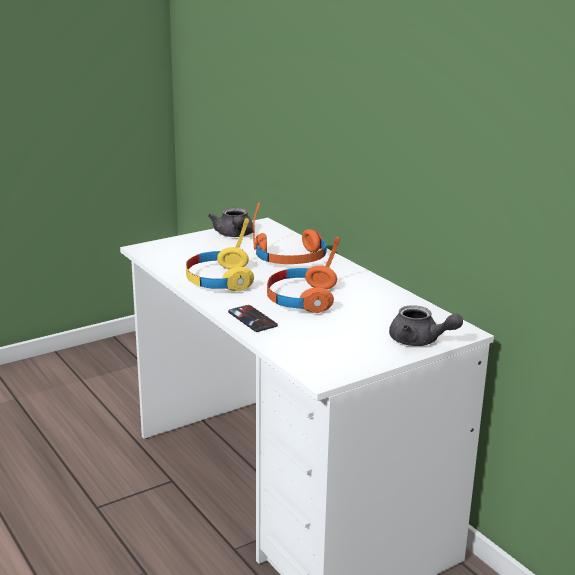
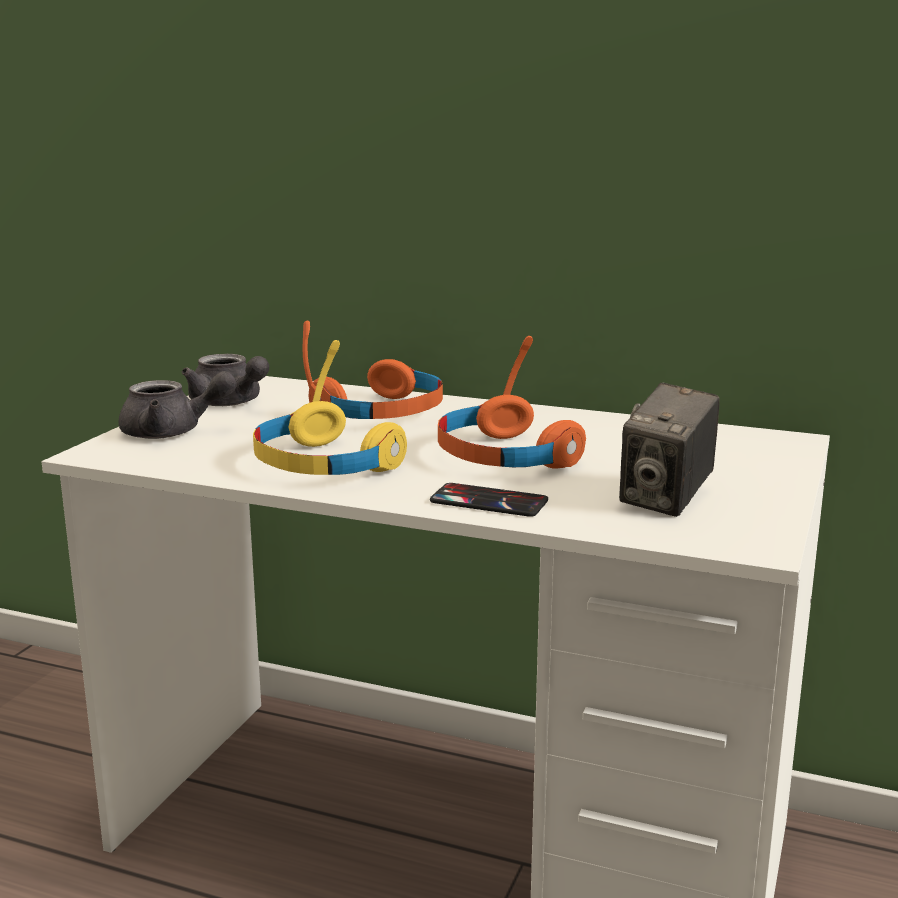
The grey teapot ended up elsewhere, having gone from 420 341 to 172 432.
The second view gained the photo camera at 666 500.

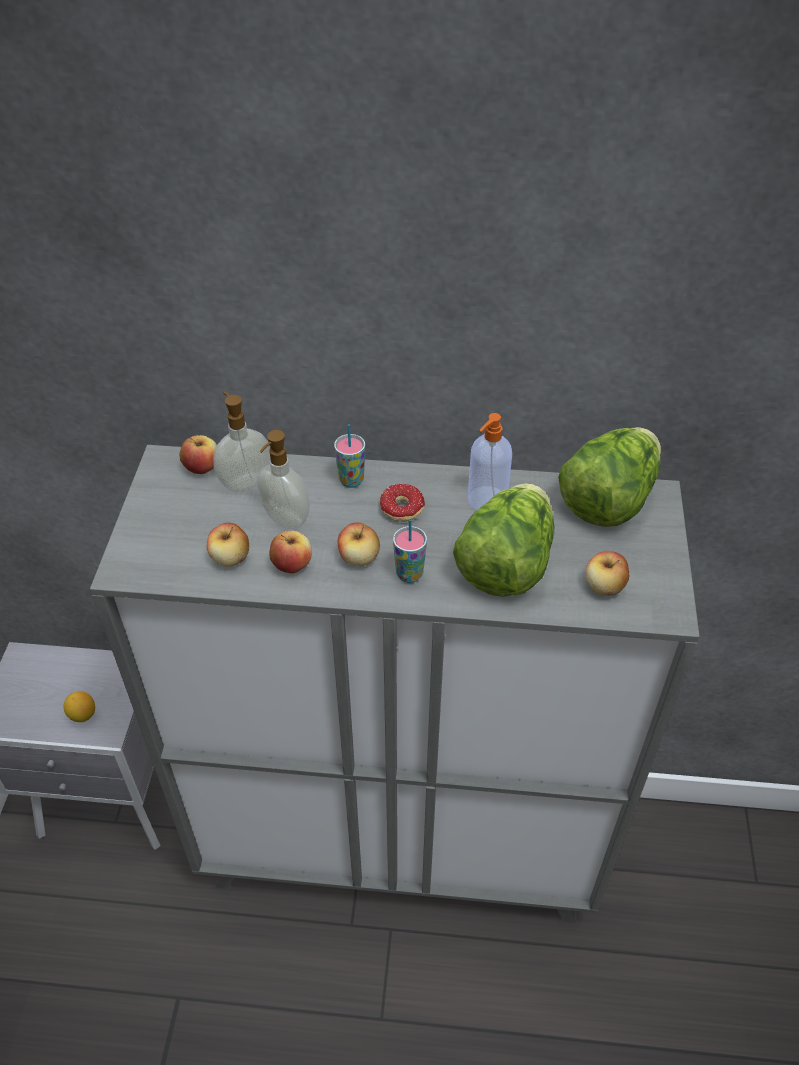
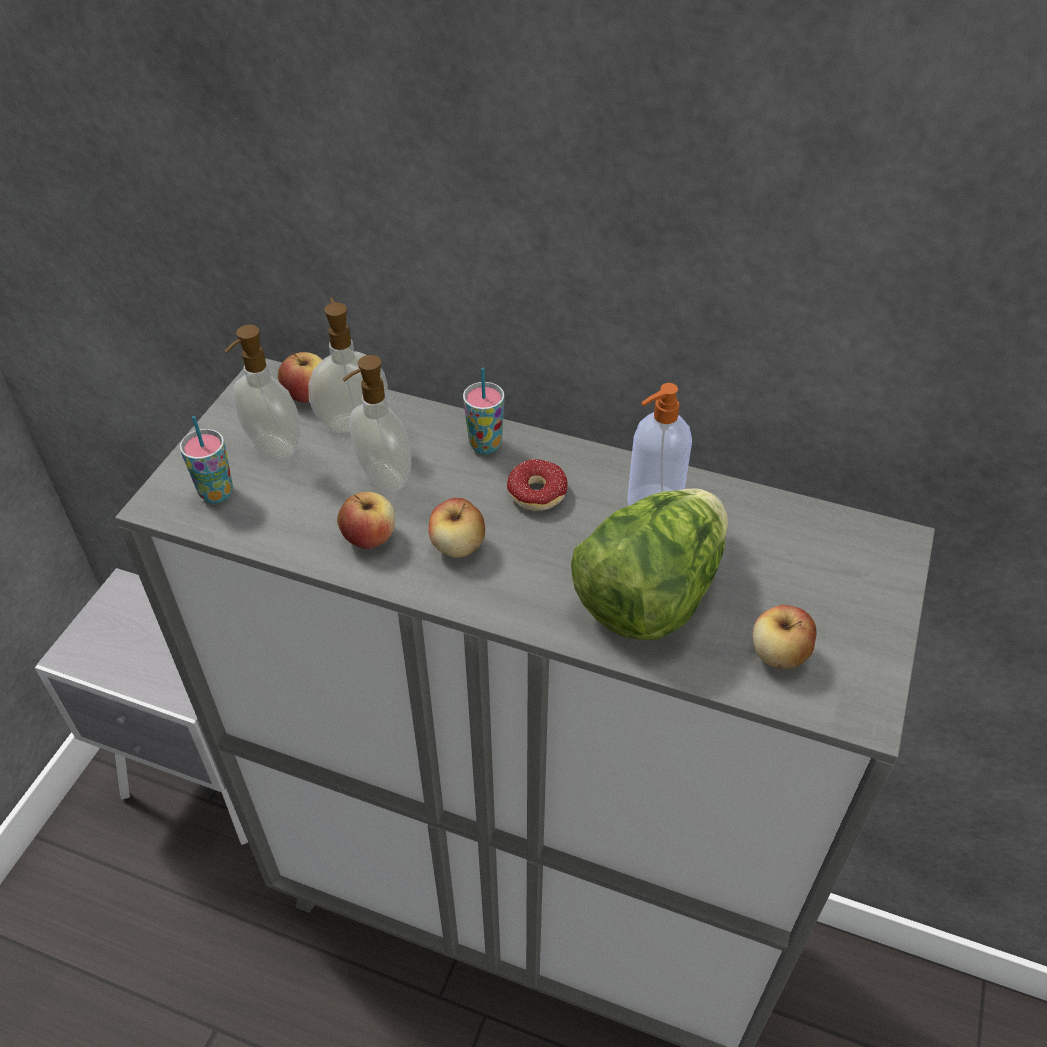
The second view lost the lettuce at 608 500.
The cup ended up elsewhere, having gone from 409 574 to 216 493.
The second view lost the apple at 230 558.
The second view lost the lemon at 83 715.
The second view gained the soap dispenser at 272 447.

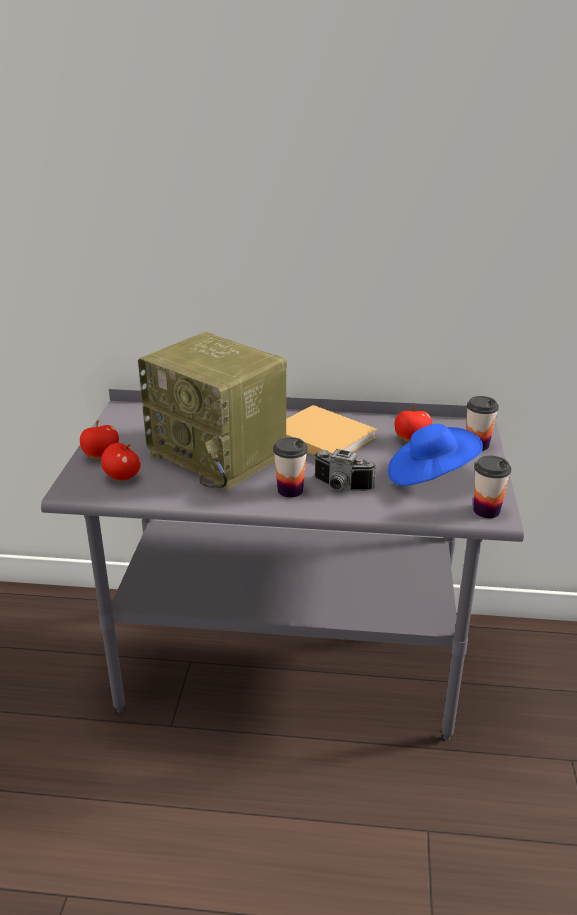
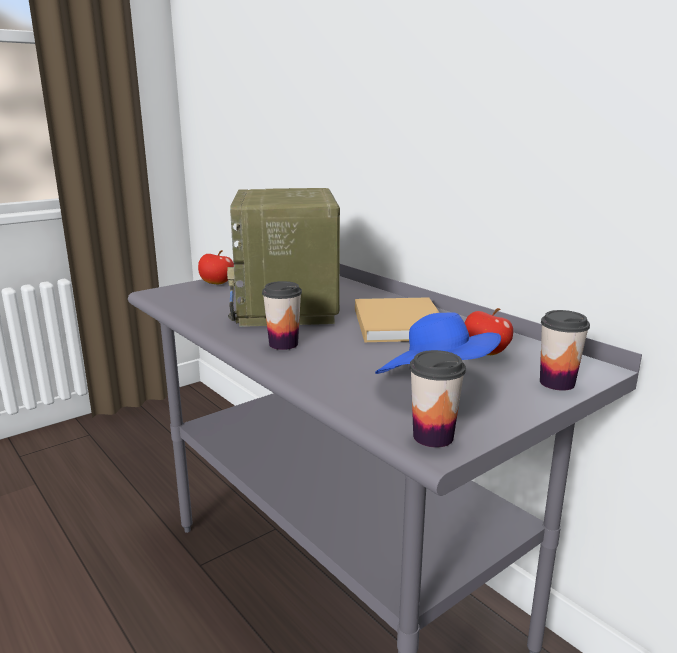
The second view lost the apple at 122 477.
The second view lost the photo camera at 340 487.

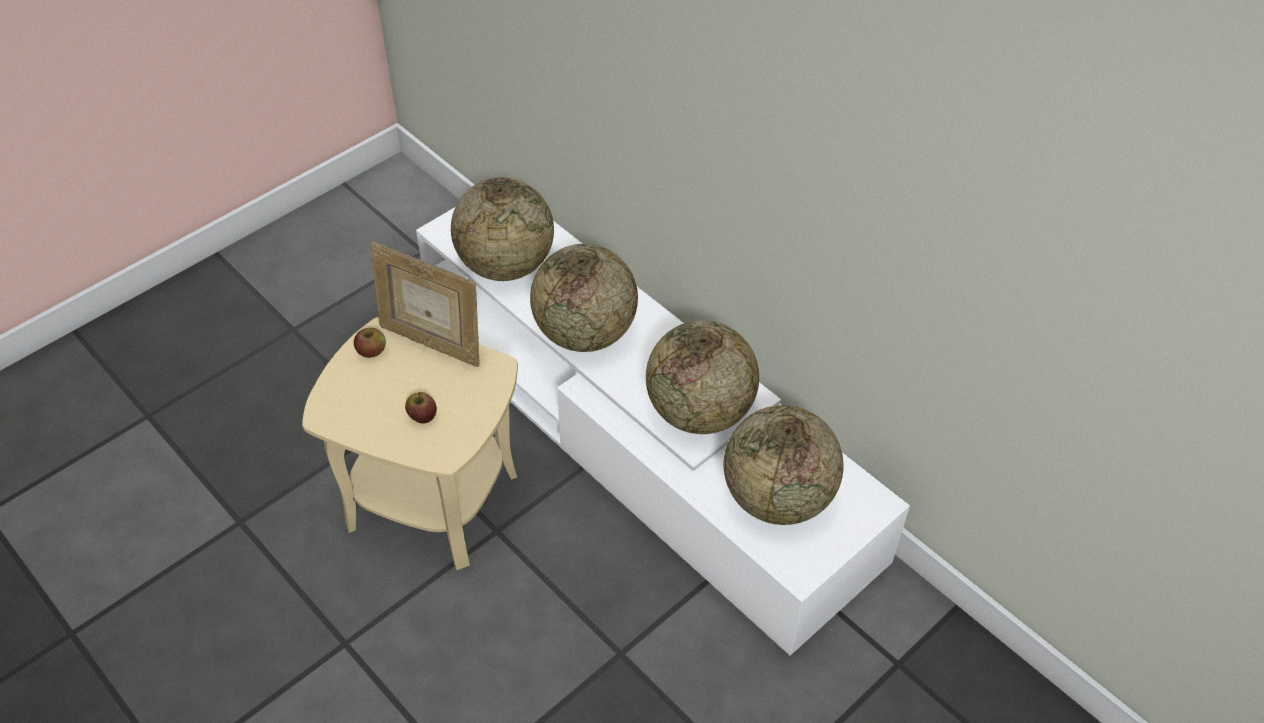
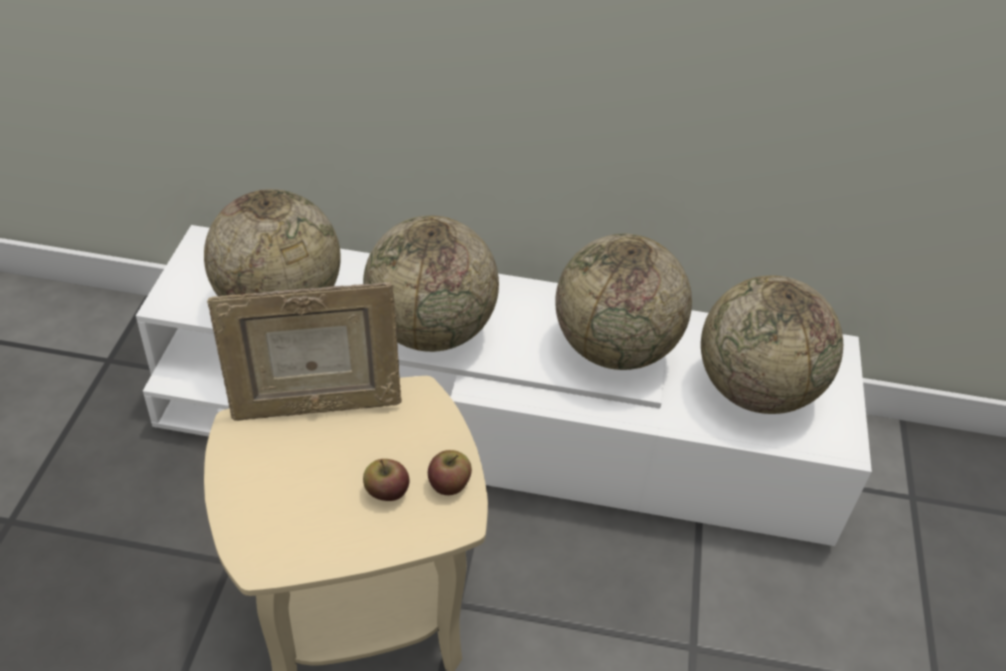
The apple ended up elsewhere, having gone from 371 351 to 449 484.

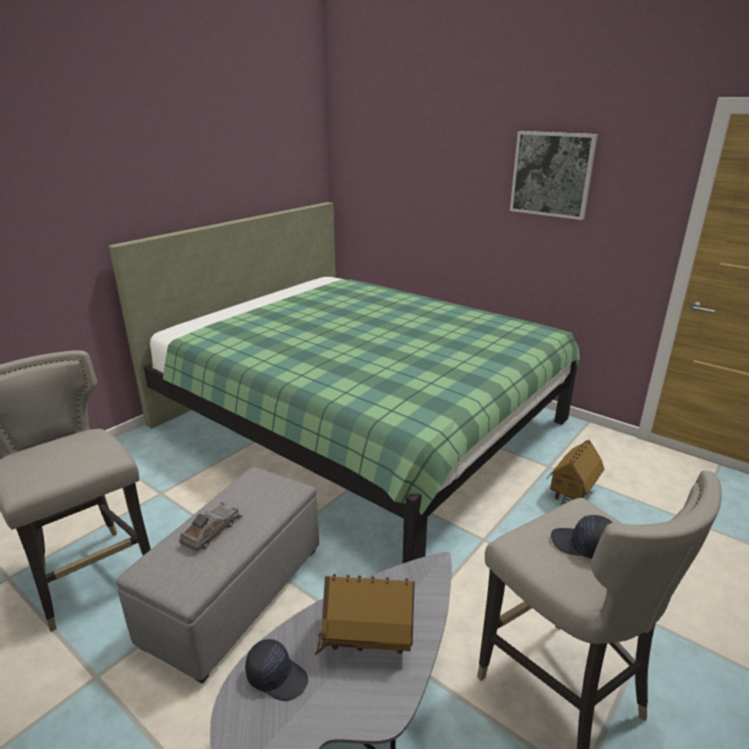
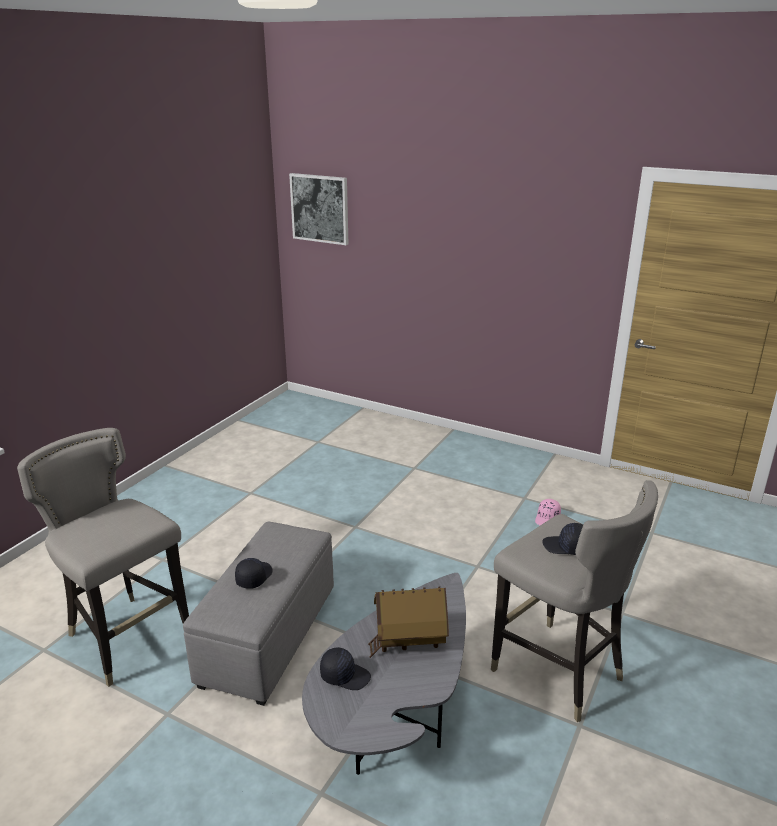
The picture ended up elsewhere, having gone from 552 174 to 320 208.
The second view lost the green bed at 360 423.
Where the toy house stood at 572 492, the pink cap came to stand at 547 518.
Where the grey toy car stood at 212 531, the black cap came to stand at 253 577.

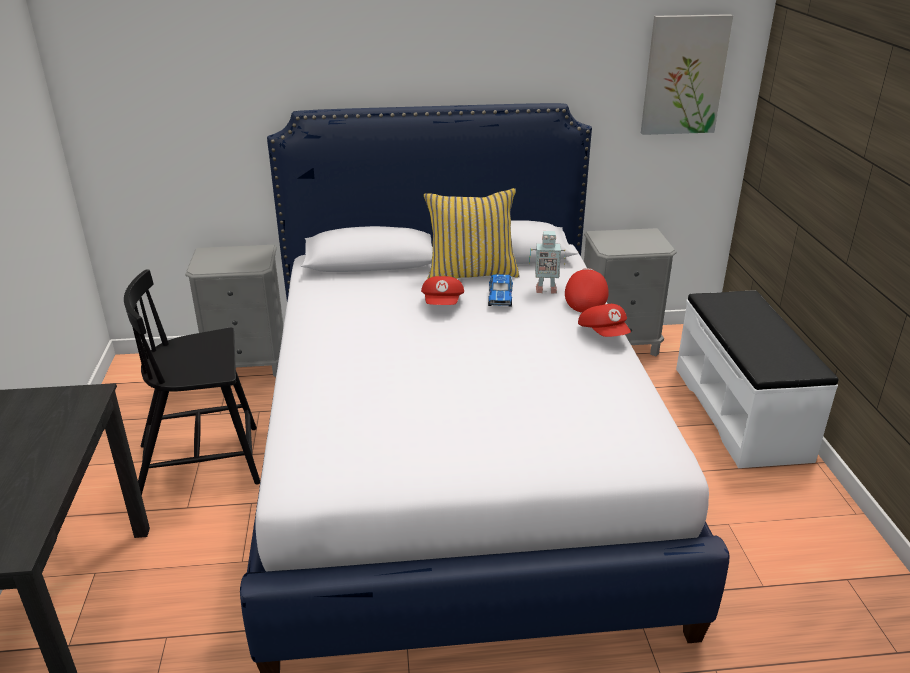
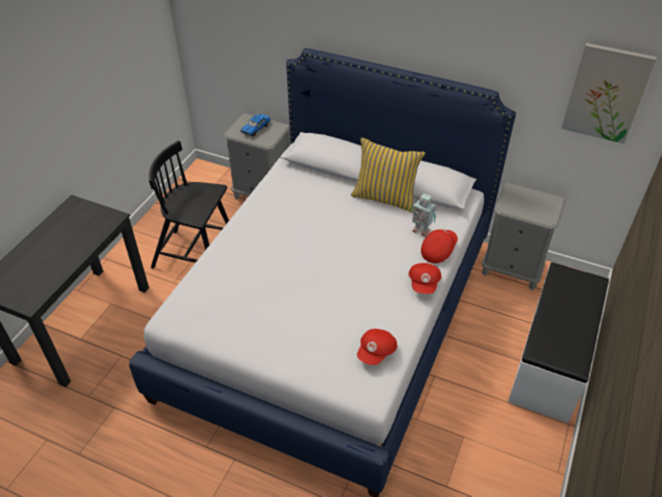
The toy car ended up elsewhere, having gone from 500 297 to 256 128.
The red cap ended up elsewhere, having gone from 443 304 to 376 352.

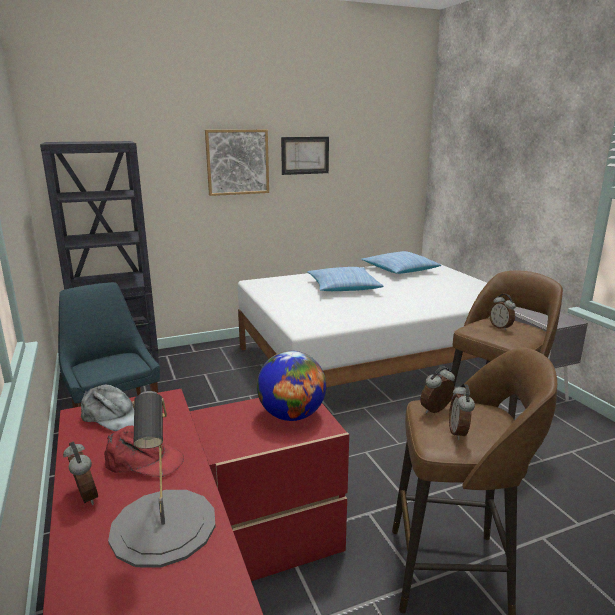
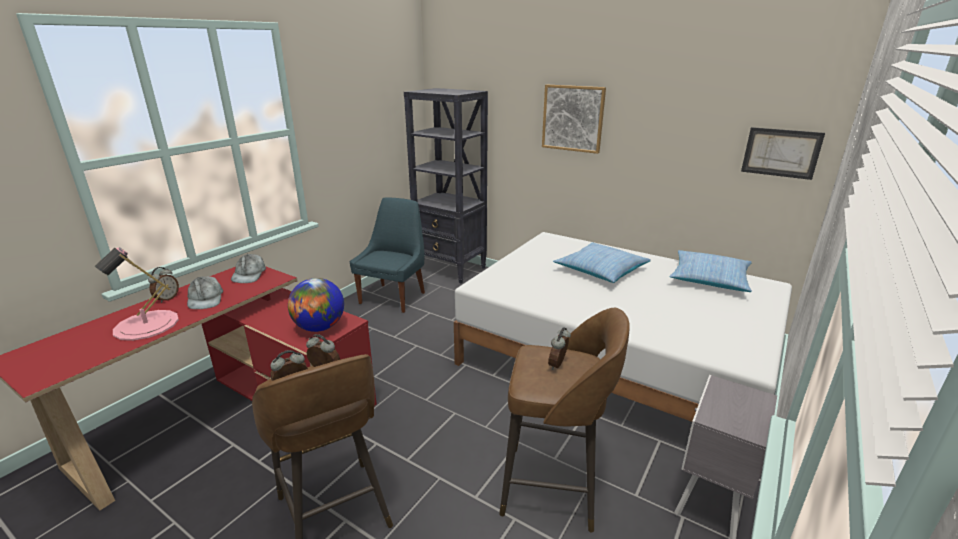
The picture ended up elsewhere, having gone from 305 155 to 781 152.
What was the grey table lamp at 164 526 turned into the pink table lamp at 146 325.
What was the red cap at 144 461 turned into the grey cap at 205 299.

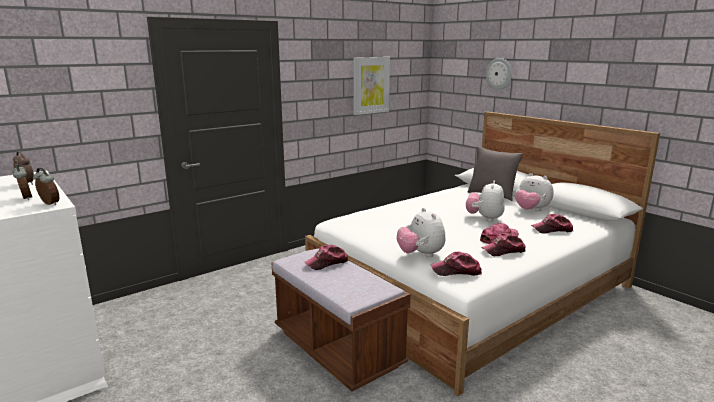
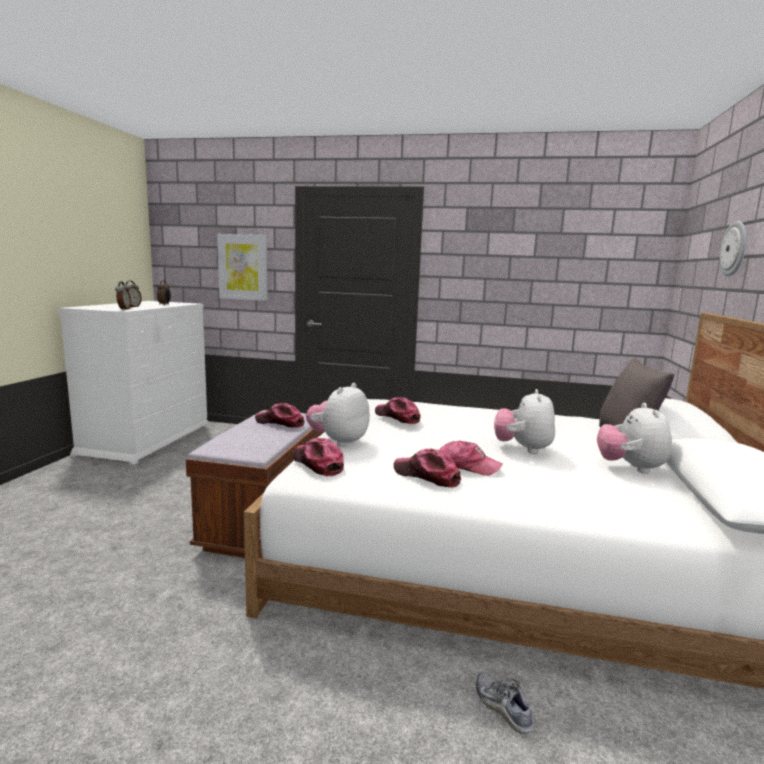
The picture ended up elsewhere, having gone from 371 85 to 243 267.
The plush toy at 484 218 ended up facing another way, 60 degrees counterclockwise from before.
The cap ended up elsewhere, having gone from 552 230 to 397 417.
The second view gained the shoe at 502 707.

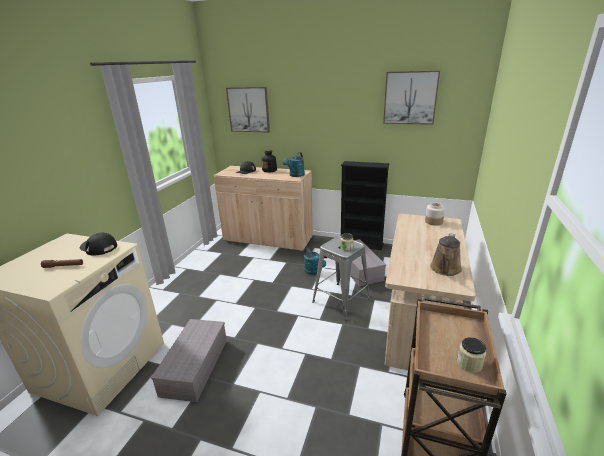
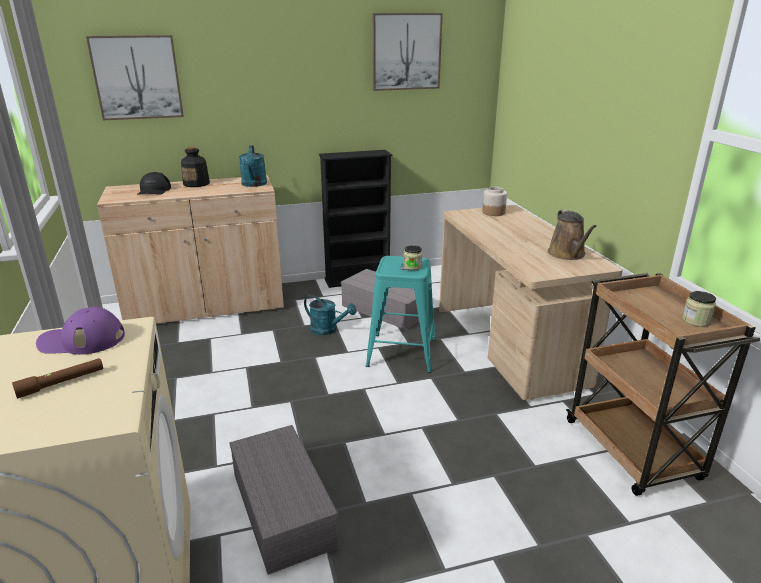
What was the black cap at 98 247 turned into the purple cap at 82 340.
What was the grey stool at 341 300 turned into the turquoise stool at 402 352.

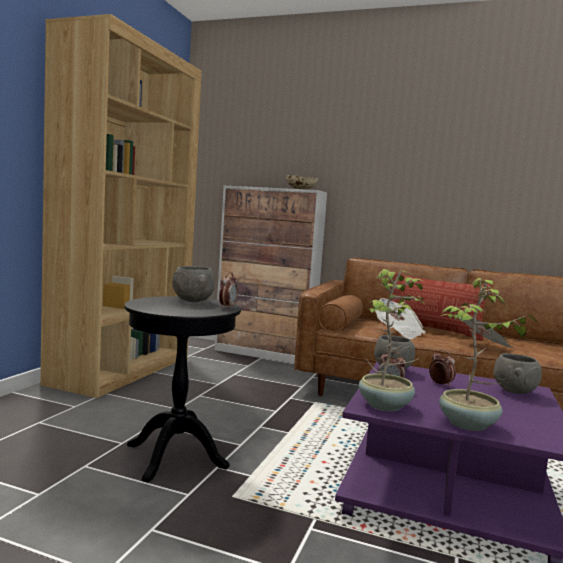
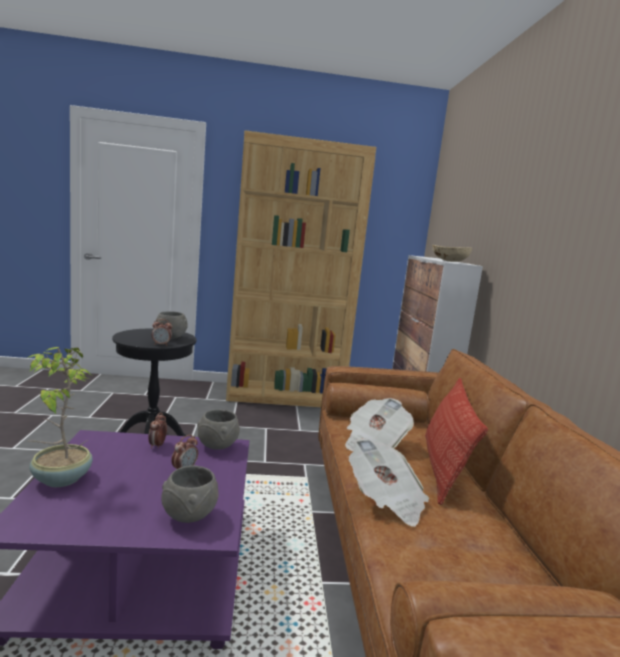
The second view lost the potted plant at 386 406.

